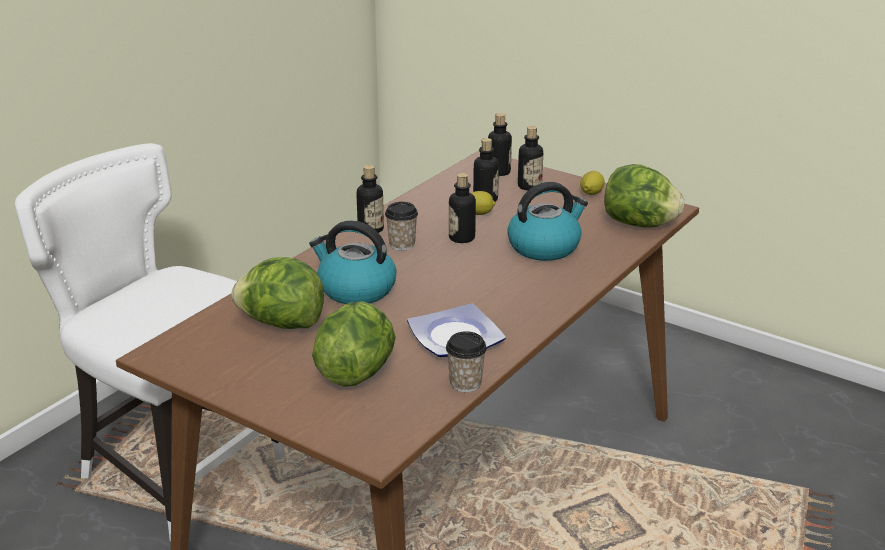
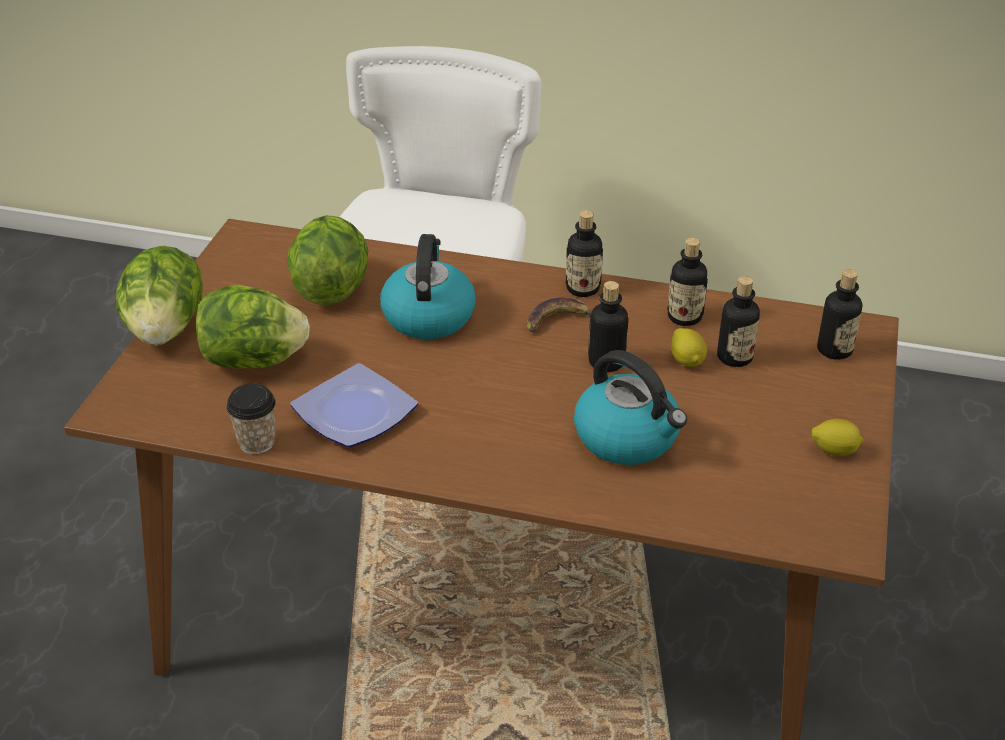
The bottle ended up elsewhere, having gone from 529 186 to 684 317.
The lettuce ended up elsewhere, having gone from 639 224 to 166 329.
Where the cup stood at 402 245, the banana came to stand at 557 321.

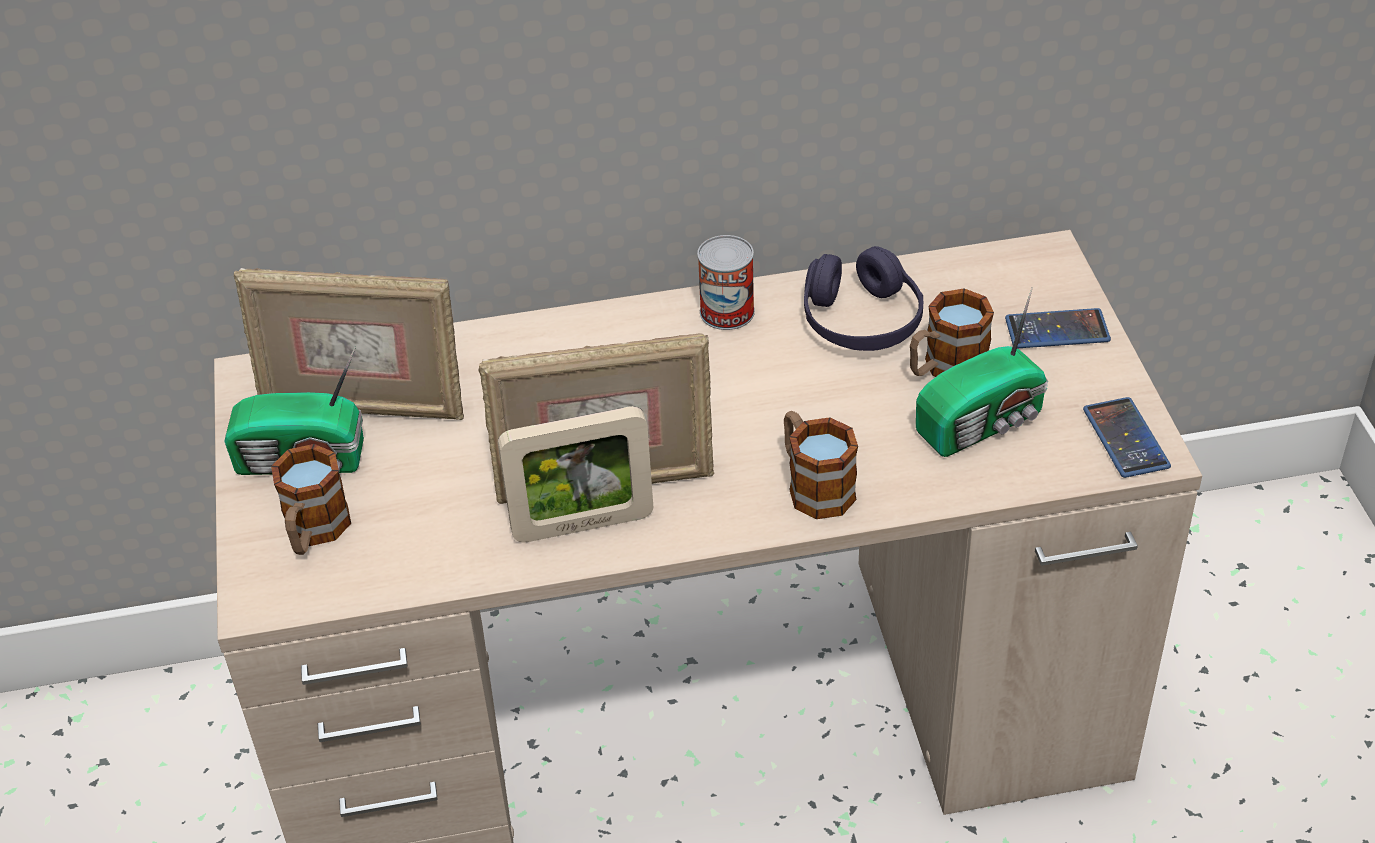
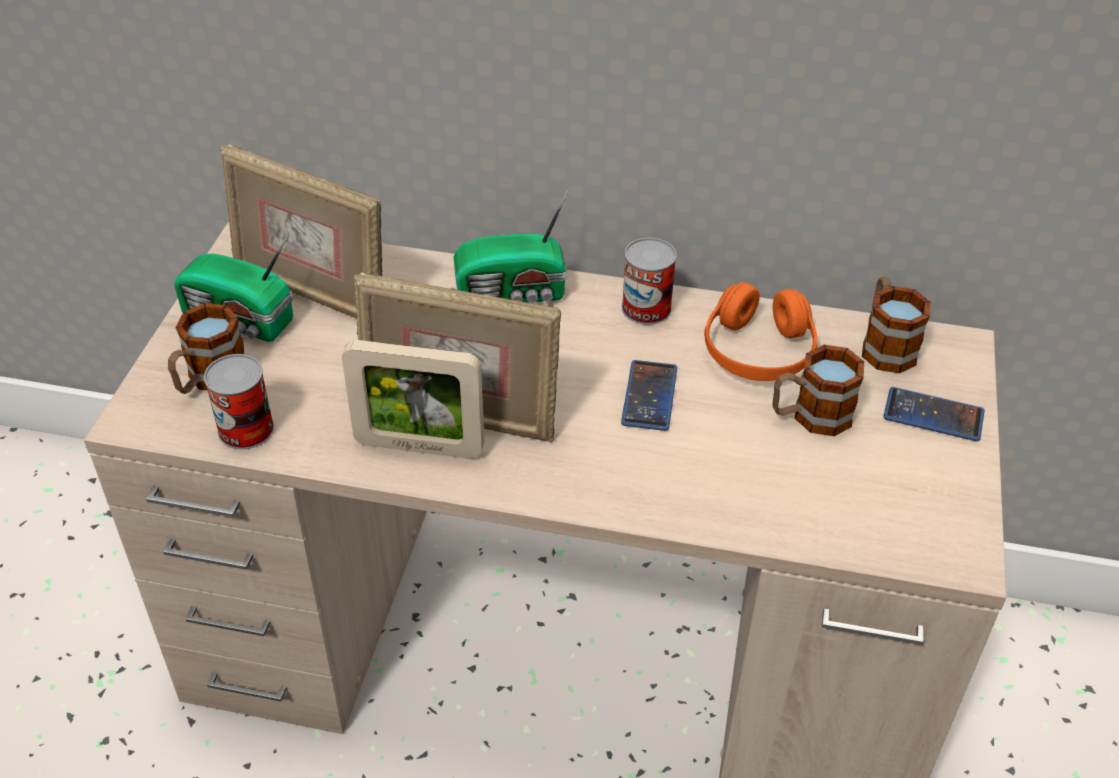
What was the purple headphones at 861 321 turned into the orange headphones at 758 351.
The radio ended up elsewhere, having gone from 984 423 to 514 294.
The phone ended up elsewhere, having gone from 1125 438 to 649 396.
The mug ended up elsewhere, having gone from 814 485 to 885 344.
The second view gained the can at 246 429.

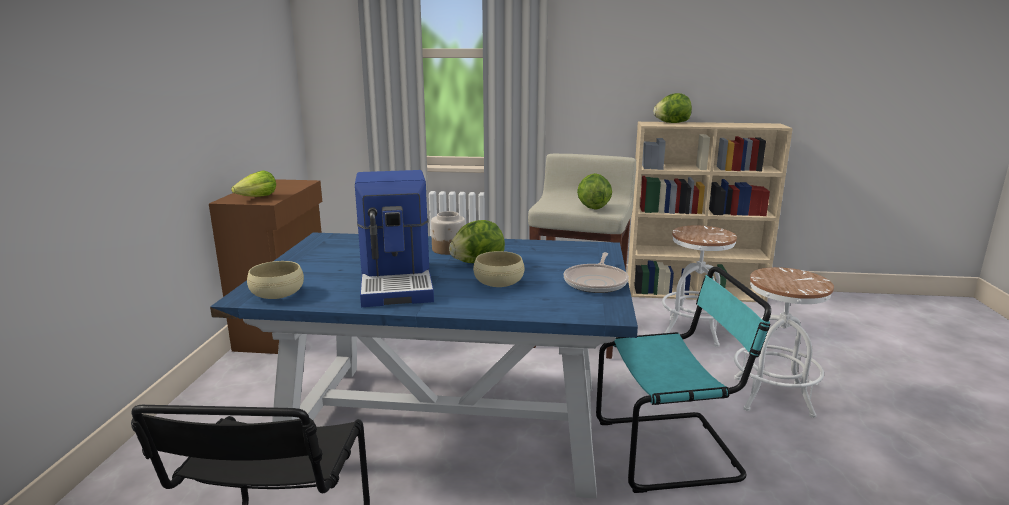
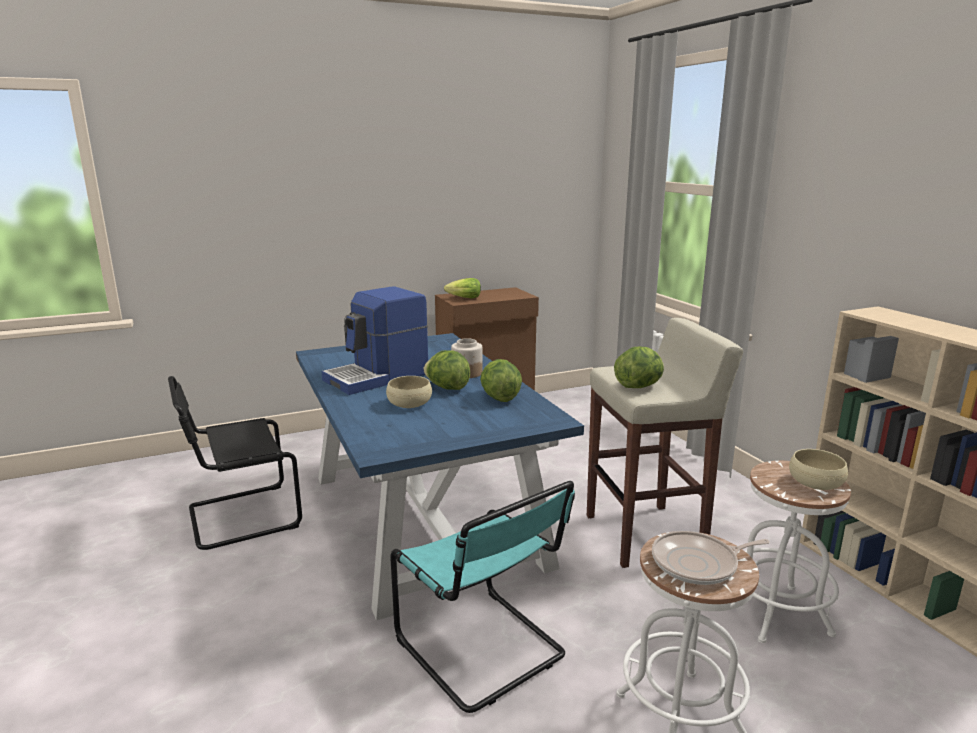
The lettuce ended up elsewhere, having gone from 672 123 to 499 398.
The frying pan ended up elsewhere, having gone from 596 282 to 698 564.
The beige bowl ended up elsewhere, having gone from 277 293 to 815 483.

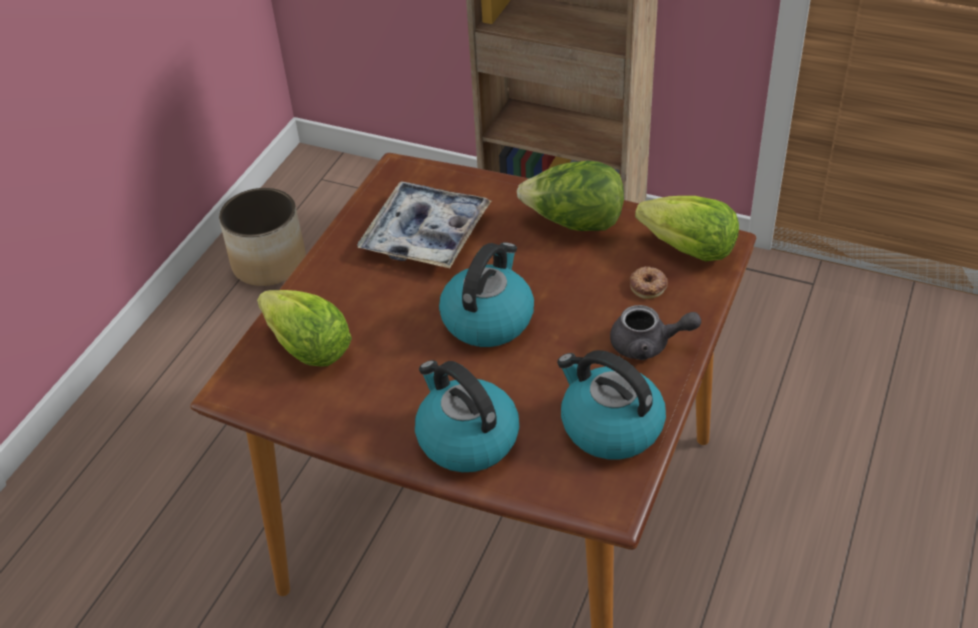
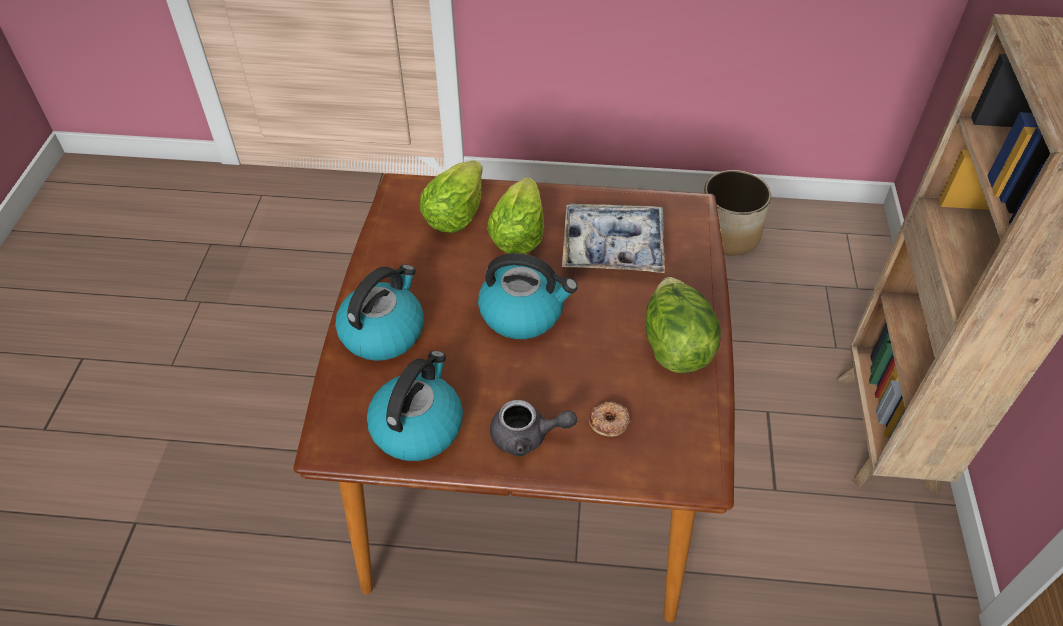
The lettuce ended up elsewhere, having gone from 689 250 to 518 235.
The grey teapot at 648 345 ended up facing another way, 75 degrees counterclockwise from before.

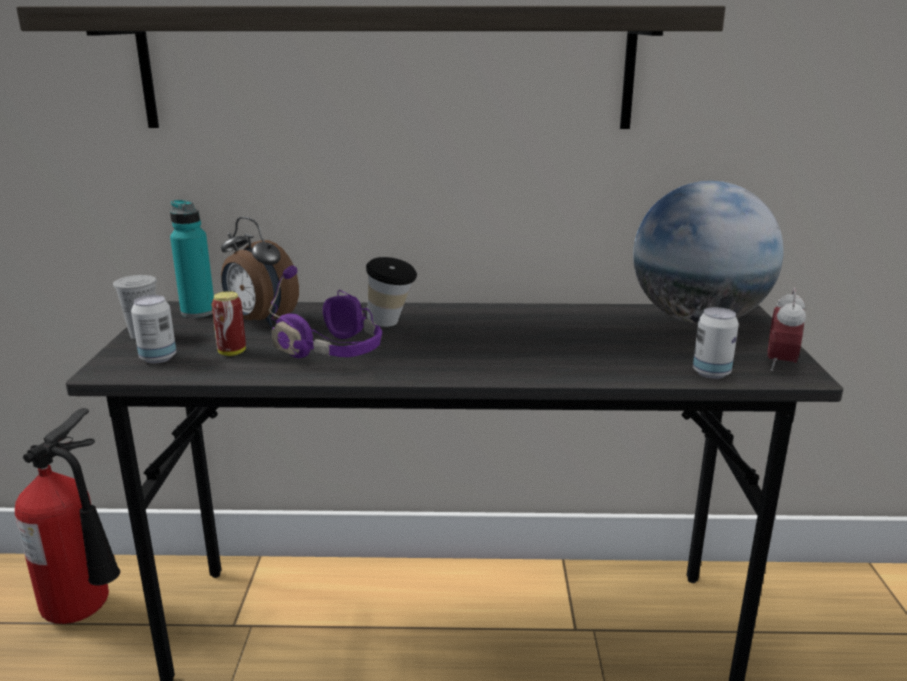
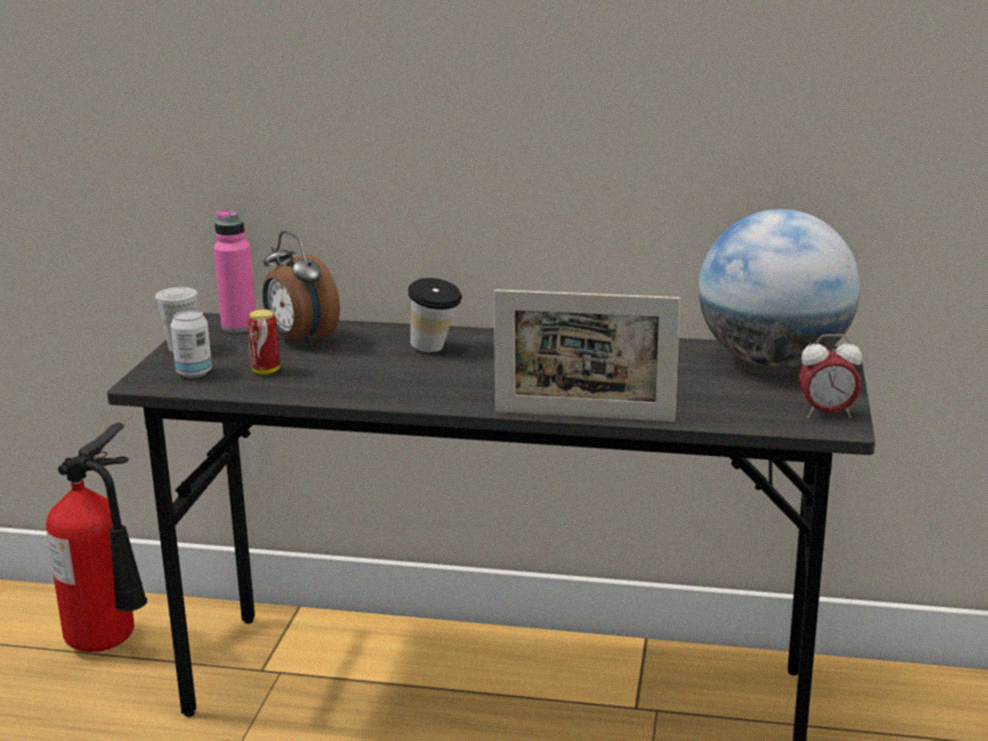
The second view lost the shelf at 386 69.
What was the turquoise bottle at 198 312 turned into the pink bottle at 239 327.
The second view lost the purple headphones at 334 352.
The alarm clock at 780 364 ended up facing another way, 120 degrees counterclockwise from before.
The second view lost the can at 711 373.
The second view gained the picture frame at 584 416.

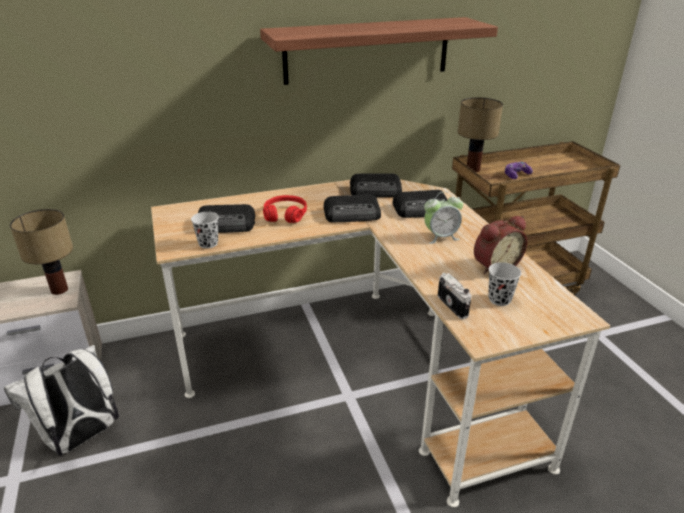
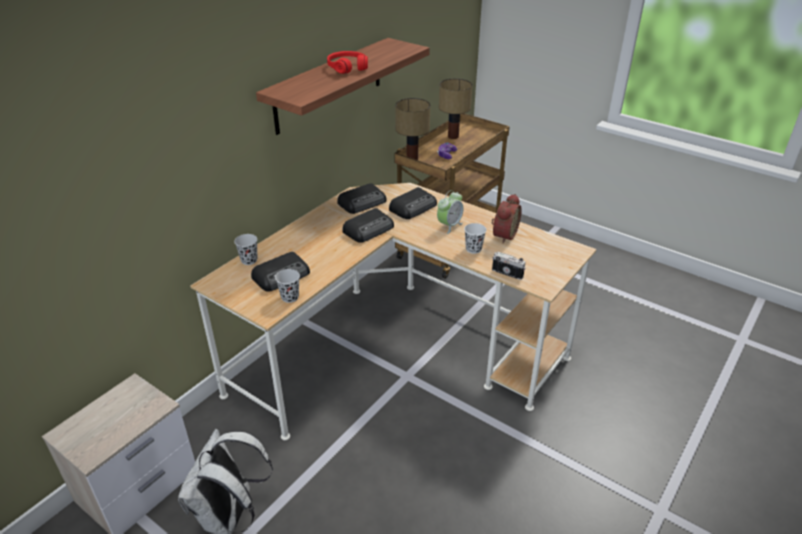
The red headphones ended up elsewhere, having gone from 285 215 to 347 67.
The table lamp ended up elsewhere, having gone from 58 290 to 452 136.
The black cup ended up elsewhere, having gone from 499 299 to 249 260.
The second view gained the white cup at 473 249.

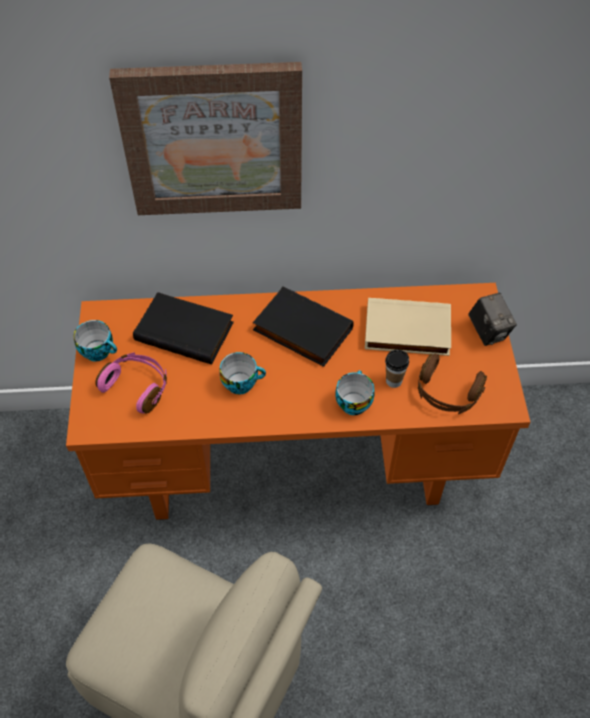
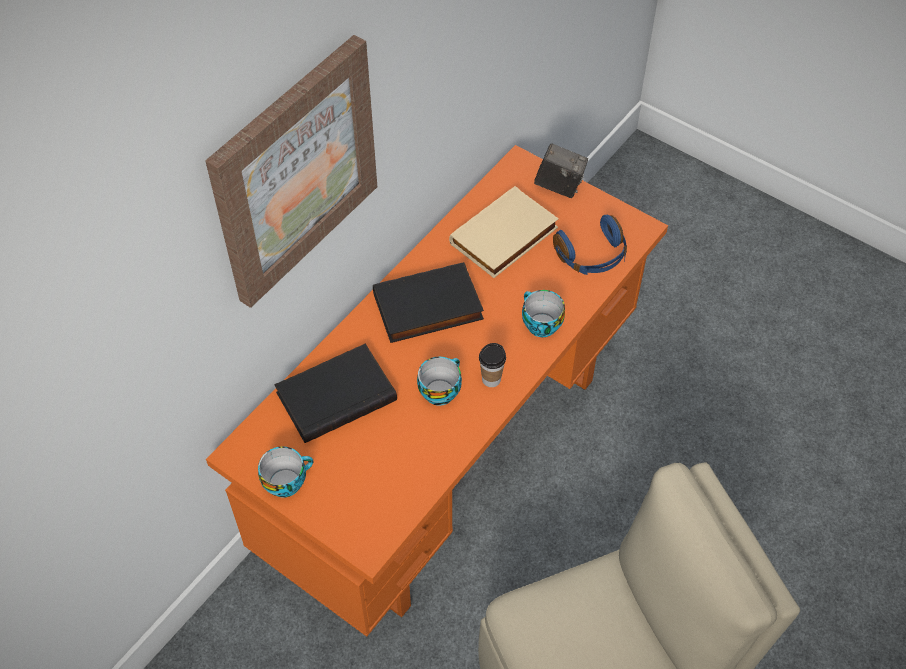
The cup ended up elsewhere, having gone from 393 381 to 491 379.
The second view lost the pink headphones at 137 387.
What was the brown headphones at 447 393 turned into the blue headphones at 592 256.

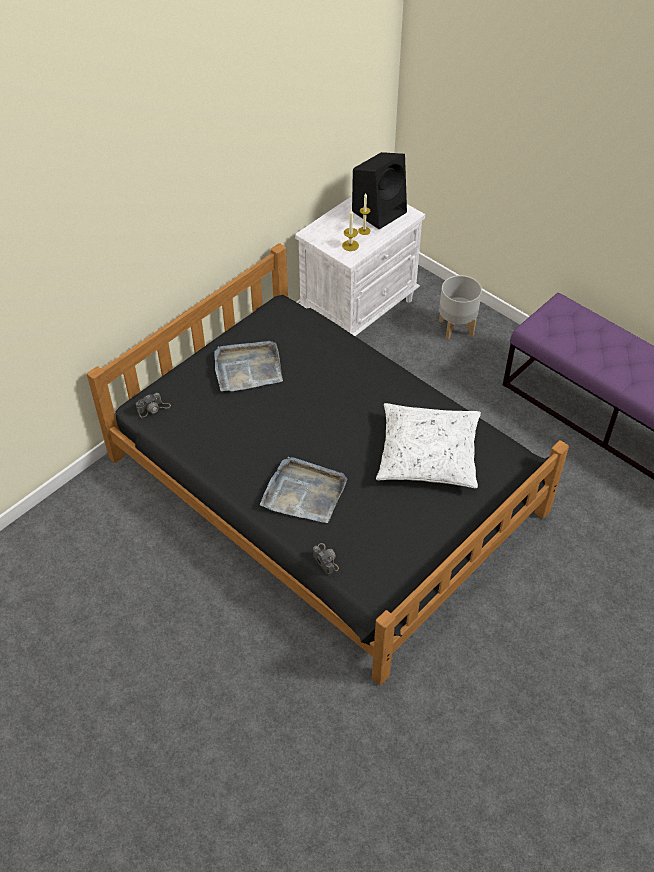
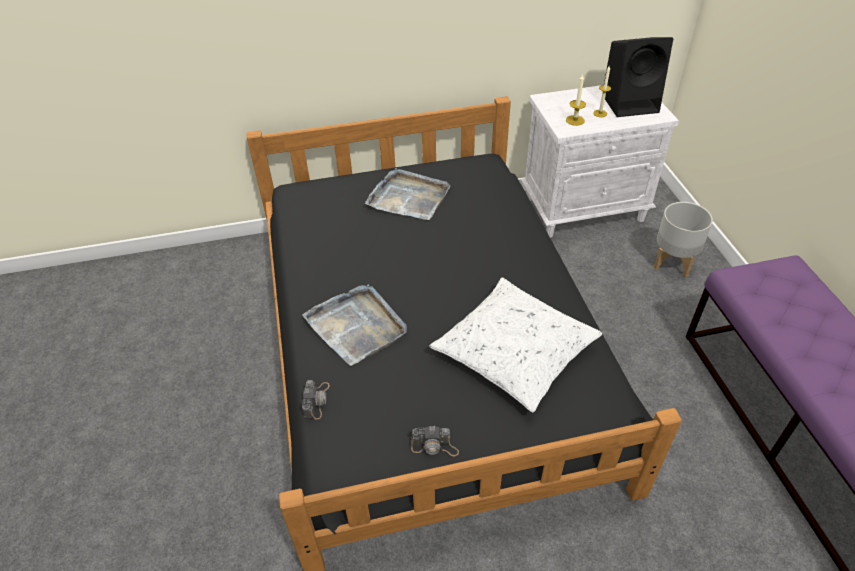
The photo camera ended up elsewhere, having gone from 153 408 to 434 446.

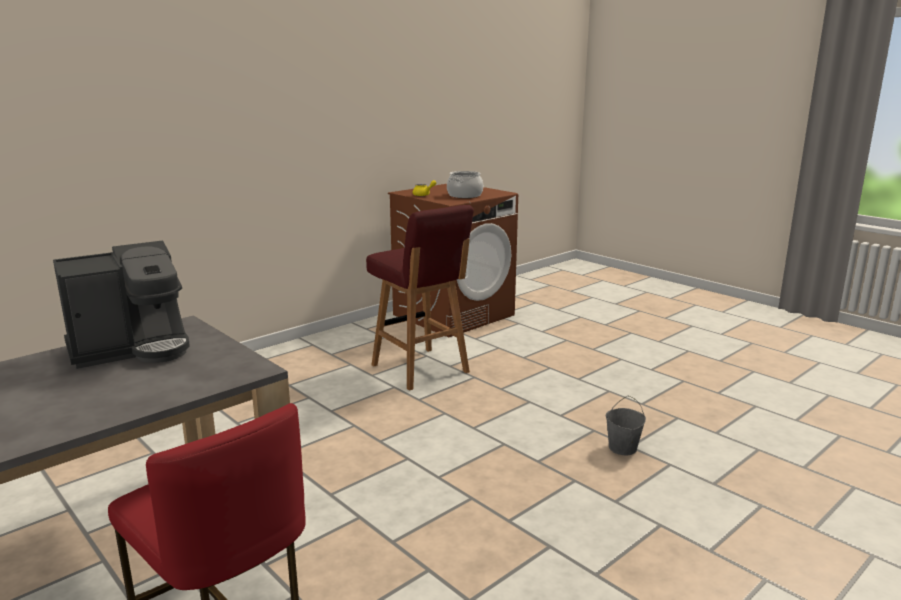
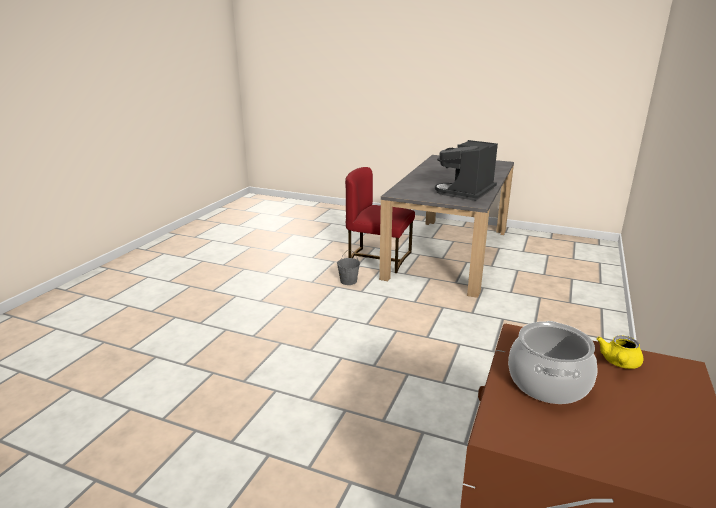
The second view lost the red stool at 421 369.
The grey bucket ended up elsewhere, having gone from 623 448 to 348 281.

